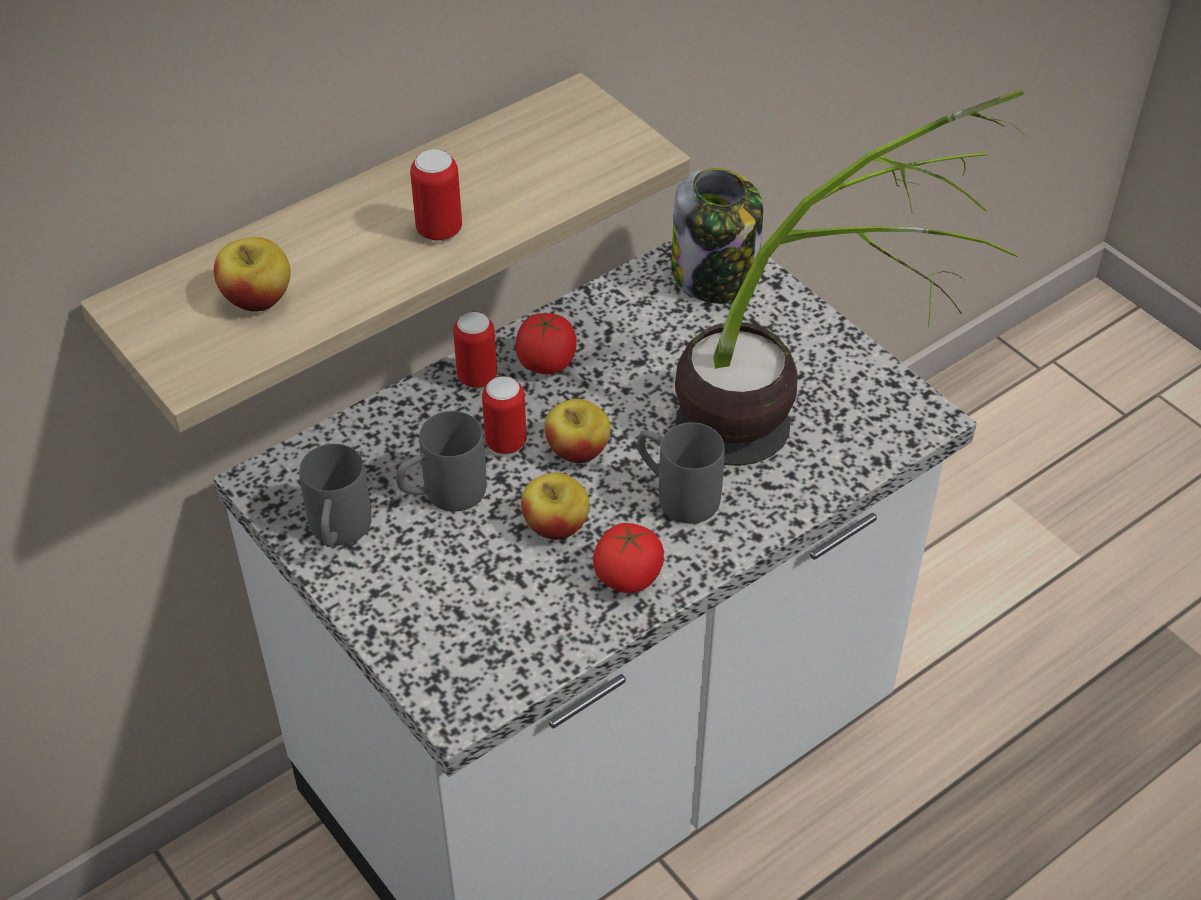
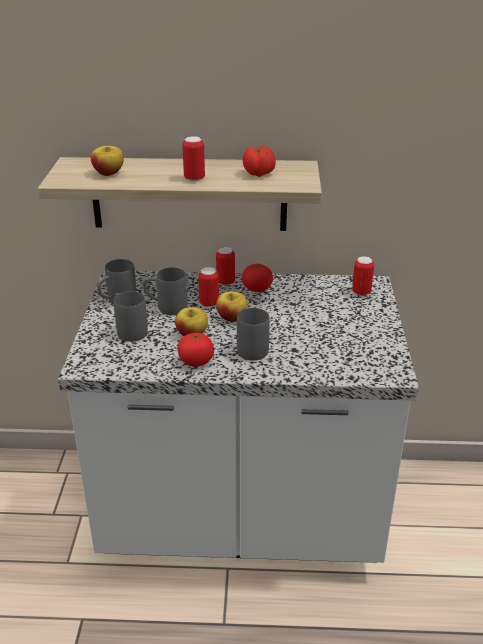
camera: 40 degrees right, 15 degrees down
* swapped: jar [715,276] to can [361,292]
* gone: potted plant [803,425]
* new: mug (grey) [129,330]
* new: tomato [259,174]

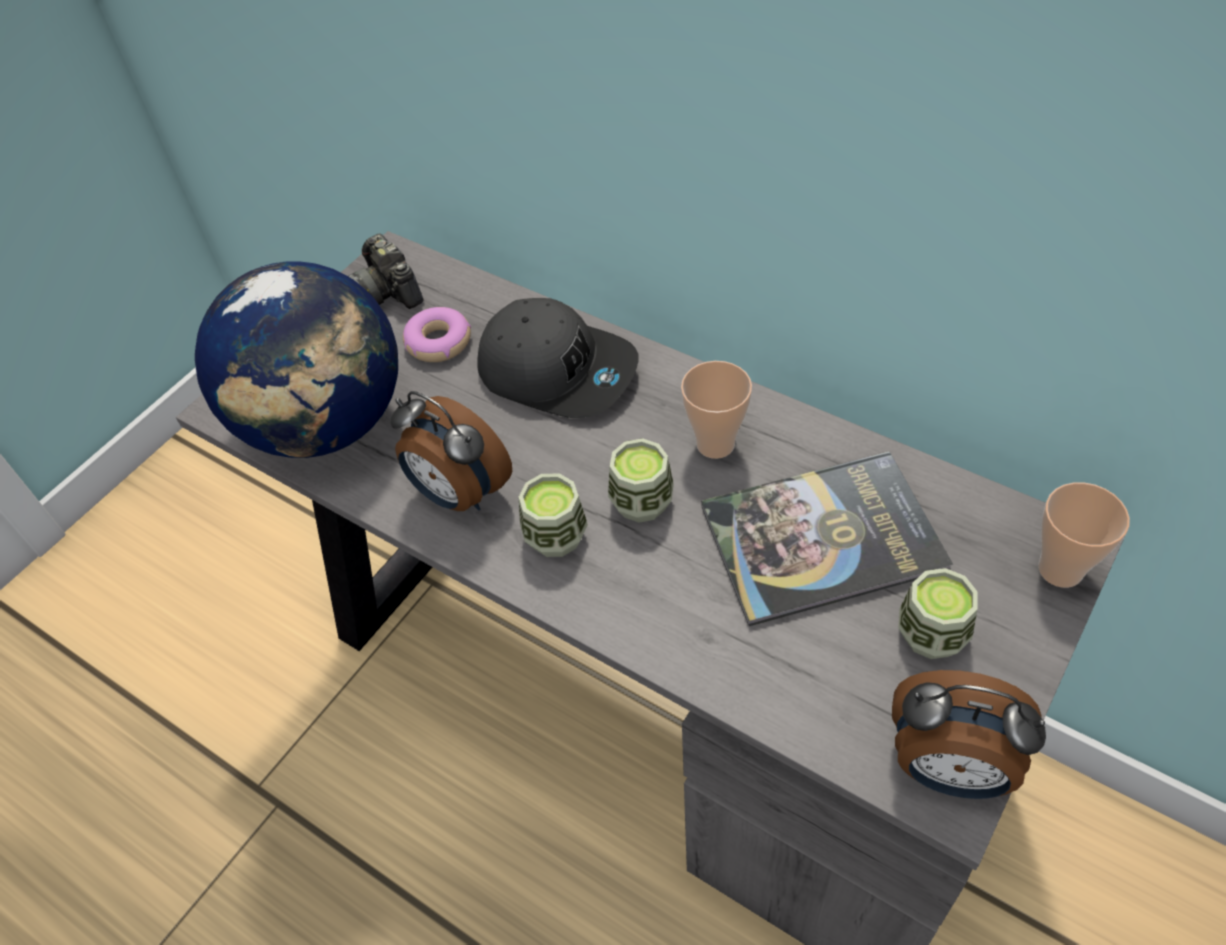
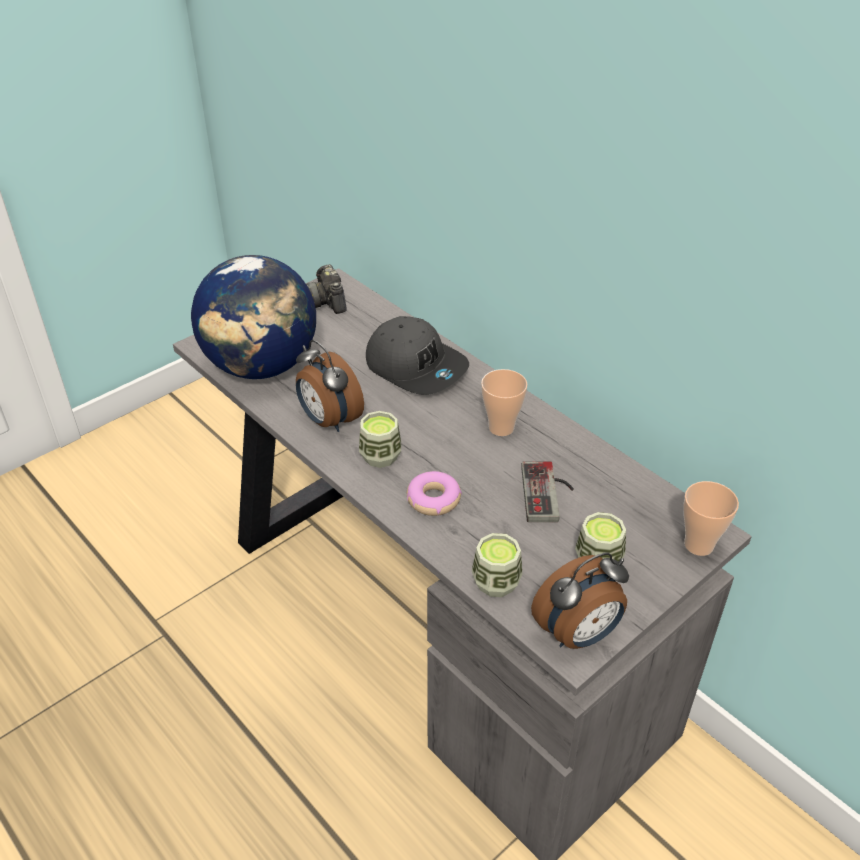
camera: 10 degrees right, 10 degrees down
* shifted: donut [438,342] to [433,499]
* shifted: cup [641,502] to [496,582]
* swapped: book [822,538] to game controller [549,493]
* rotated: alarm clock [949,769] = [578,634] 60 degrees counterclockwise

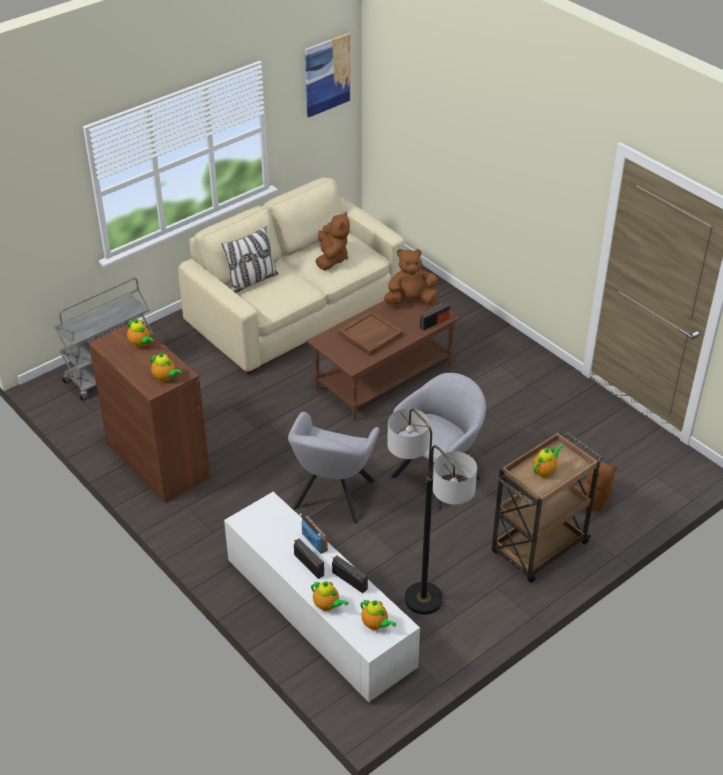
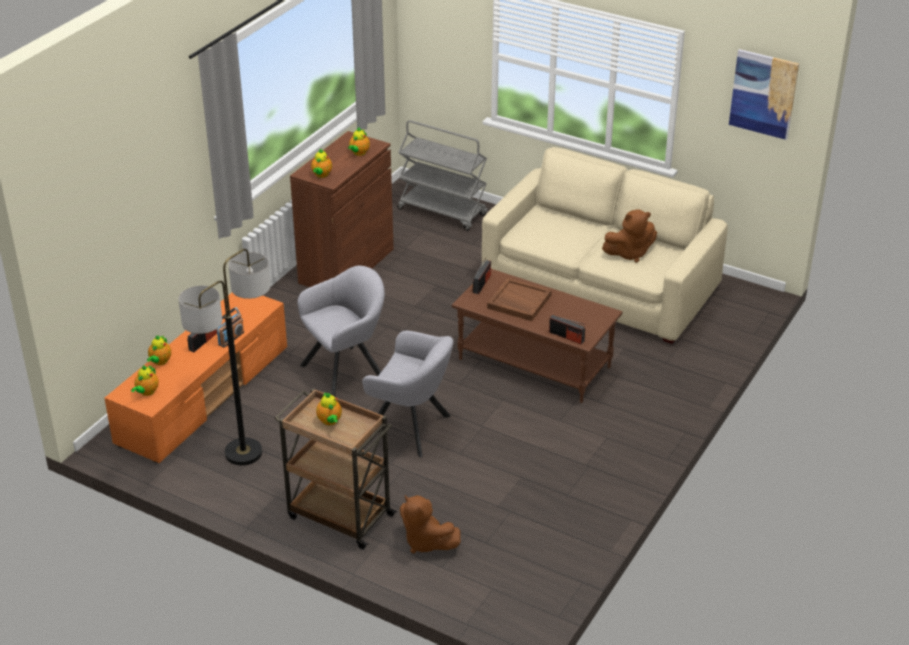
camera: 70 degrees right, 5 degrees down
* gone: pillow [252,281]
* repainted: tv stand (white) [318,614] to tv stand (orange) [204,395]
* rotated: armchair (grey) [332,498] = [347,370] 150 degrees clockwise
* shifted: radio [349,580] to [481,284]
* gone: plush toy (brown) [410,300]
* rotated: teapot [545,471] = [330,421] 45 degrees clockwise

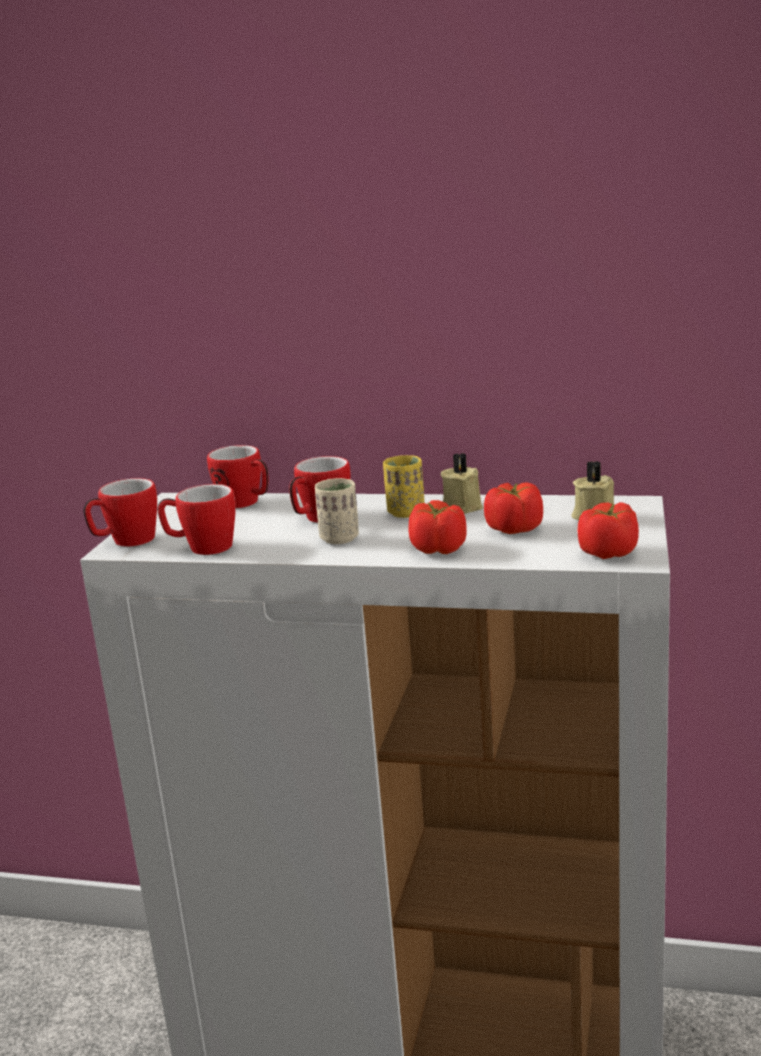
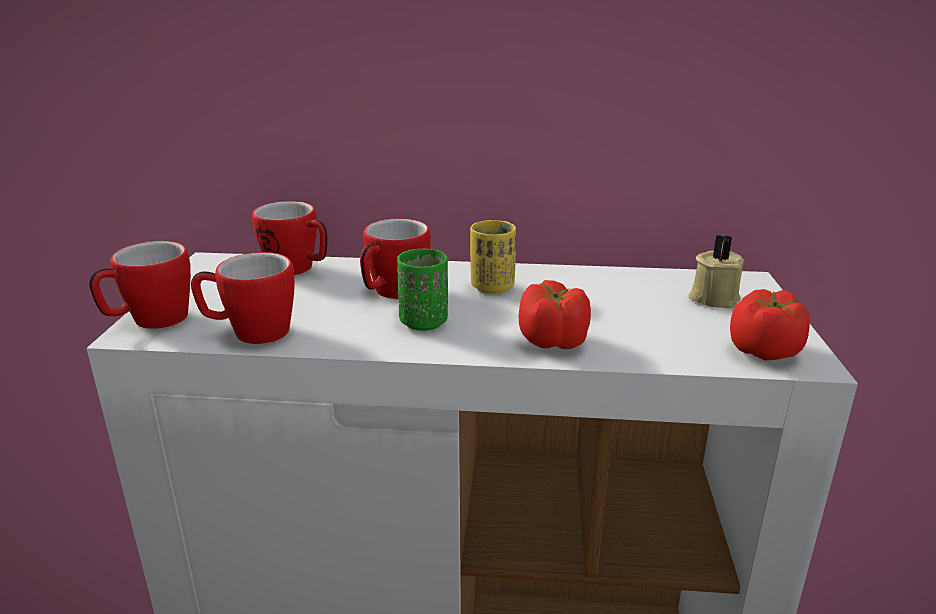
camera: 10 degrees left, 5 degrees up
* repainted: cup (beige) [339,538] to cup (green) [424,322]
* gone: candle (beige) [463,506]
* gone: tomato [514,529]

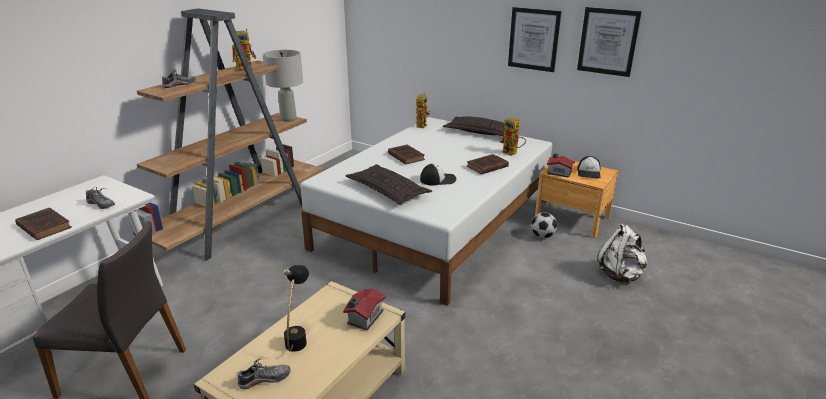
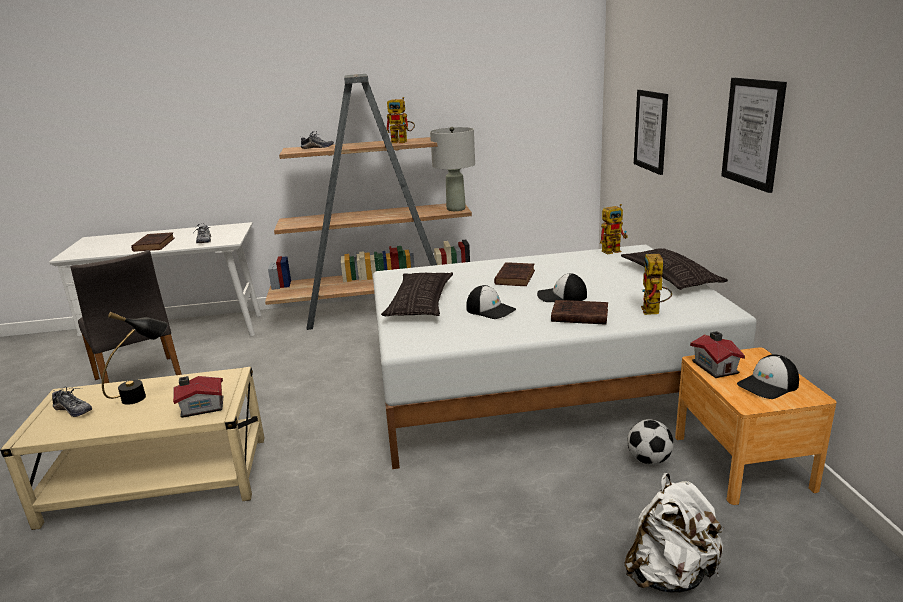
camera: 50 degrees right, 5 degrees down
* shifted: picture [608,41] to [651,131]
* new: cap [561,296]

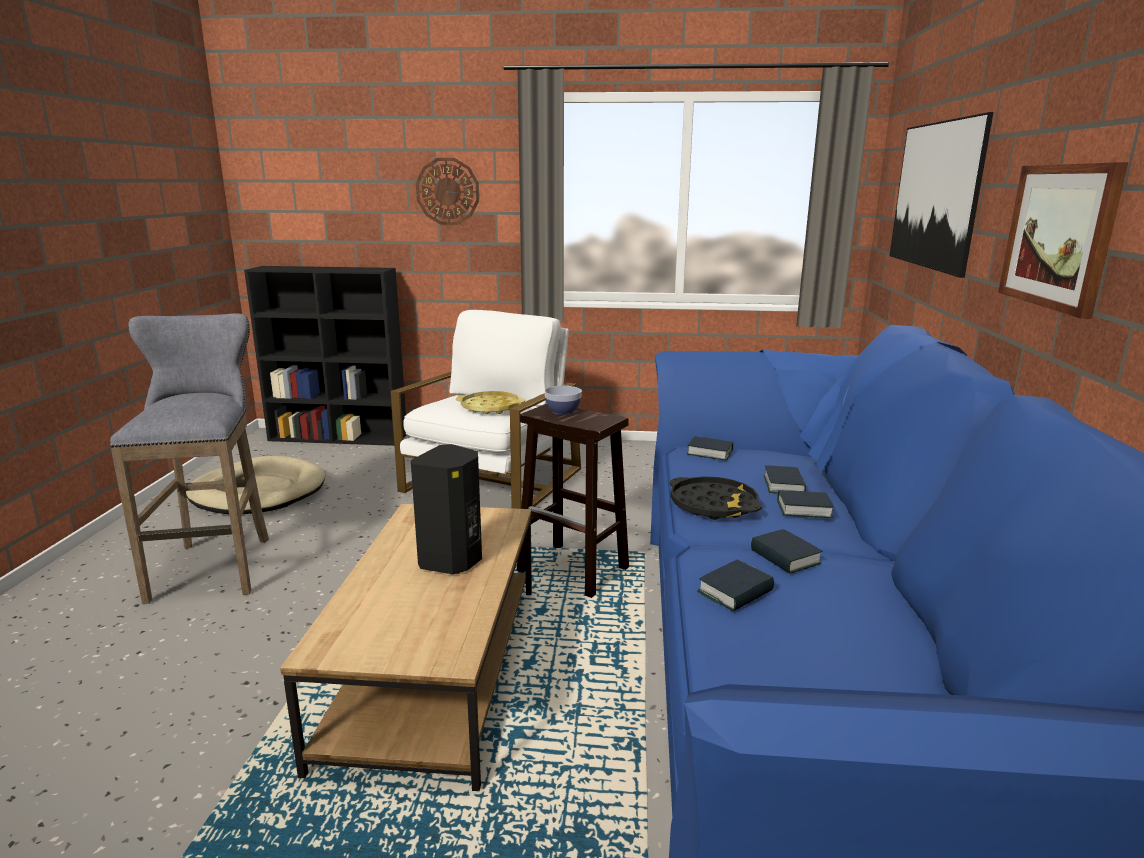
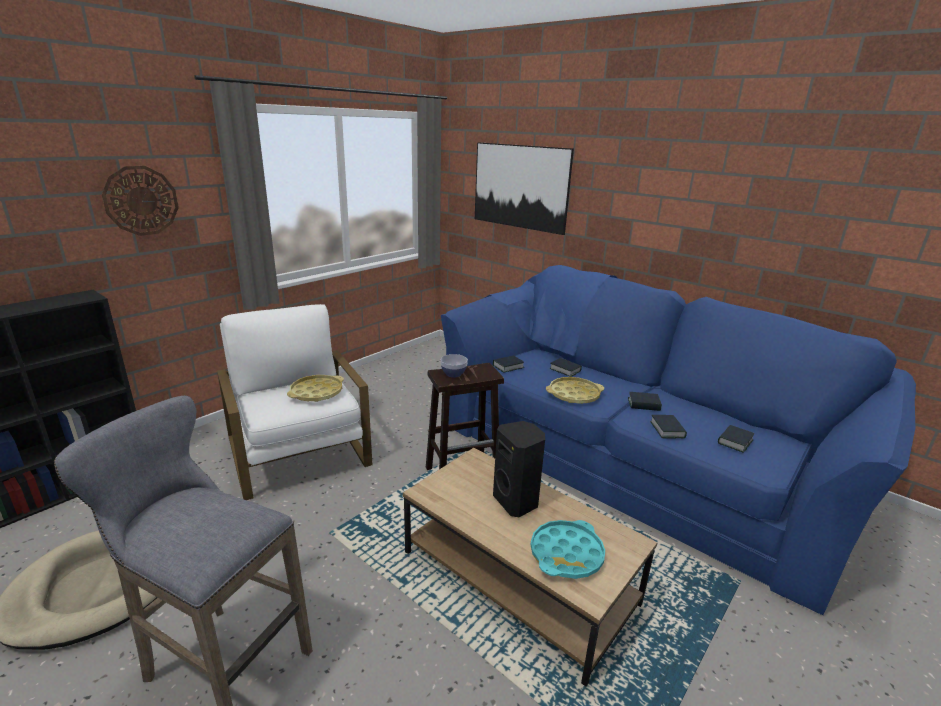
camera: 55 degrees left, 5 degrees up
* repainted: tray (black) [713,505] to tray (yellow) [574,394]
* shifted: book [804,509] to [734,441]
* gone: picture [1059,236]
* new: tray (turquoise) [566,554]

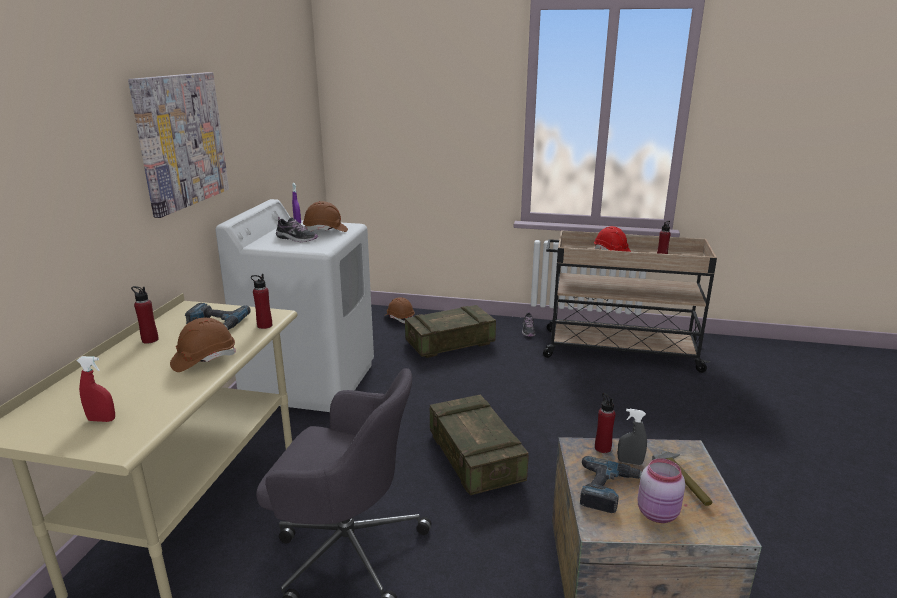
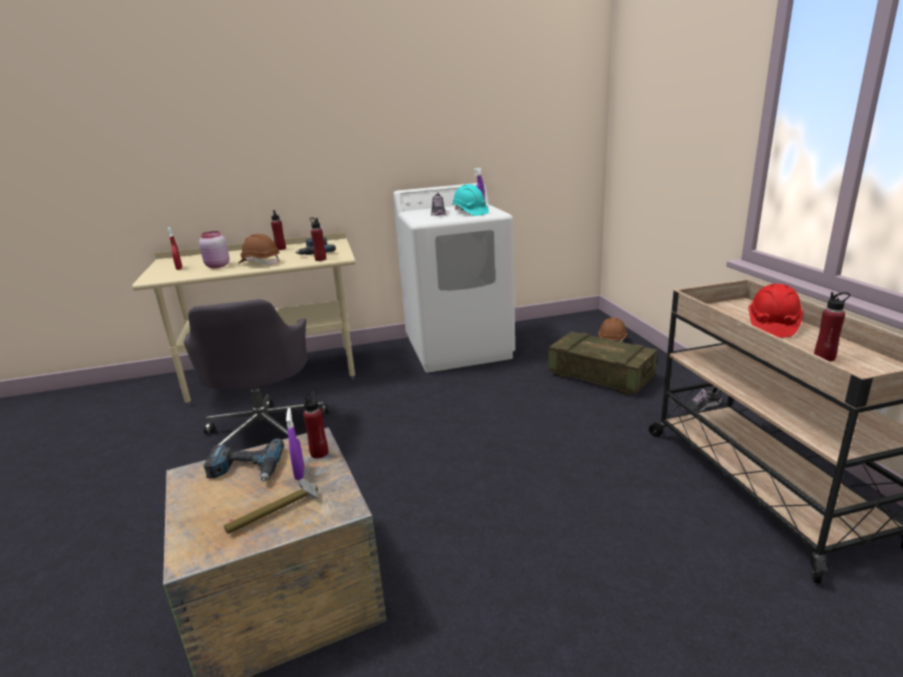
camera: 65 degrees right, 0 degrees up
* gone: picture [181,141]
* repainted: hard hat (brown) [325,231] to hard hat (turquoise) [470,212]
* gone: crate [475,458]
* repainted: spray bottle (grey) [630,462] to spray bottle (purple) [299,473]
* shifted: jar (pink) [658,514] to [217,266]

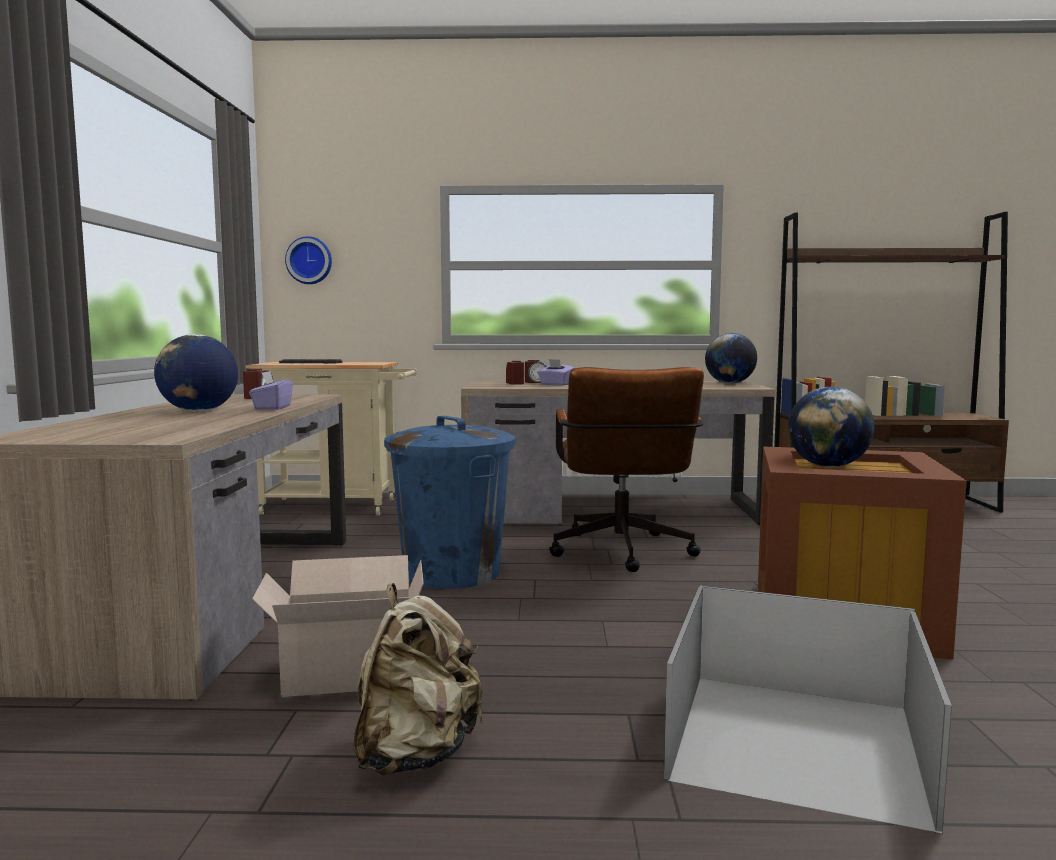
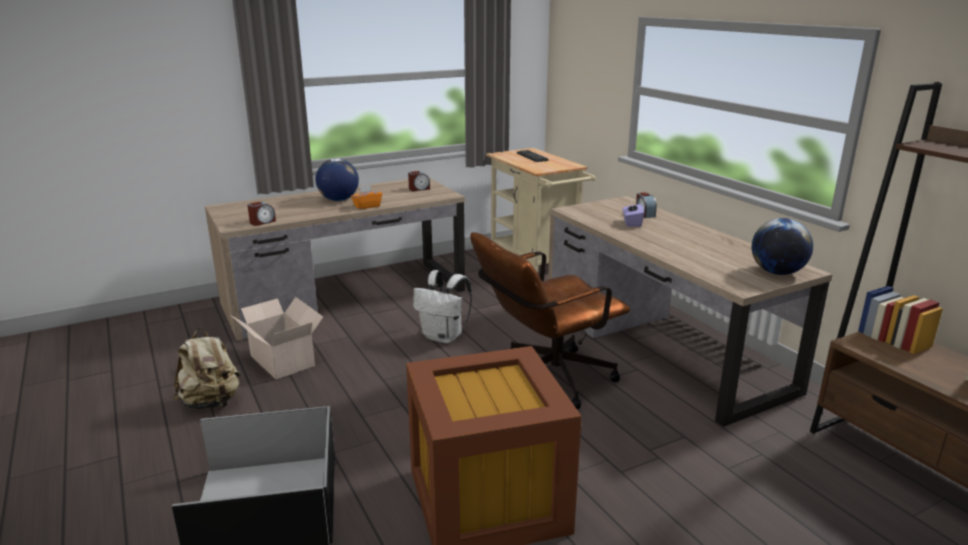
camera: 60 degrees right, 15 degrees up
* repainted: tissue box (purple) [272,408] to tissue box (orange) [367,206]
* gone: wall clock [309,260]
* swapped: trash can (blue) [452,572] to backpack (white) [444,337]
* shifted: alarm clock [515,383] to [262,222]
* gone: globe [828,466]

